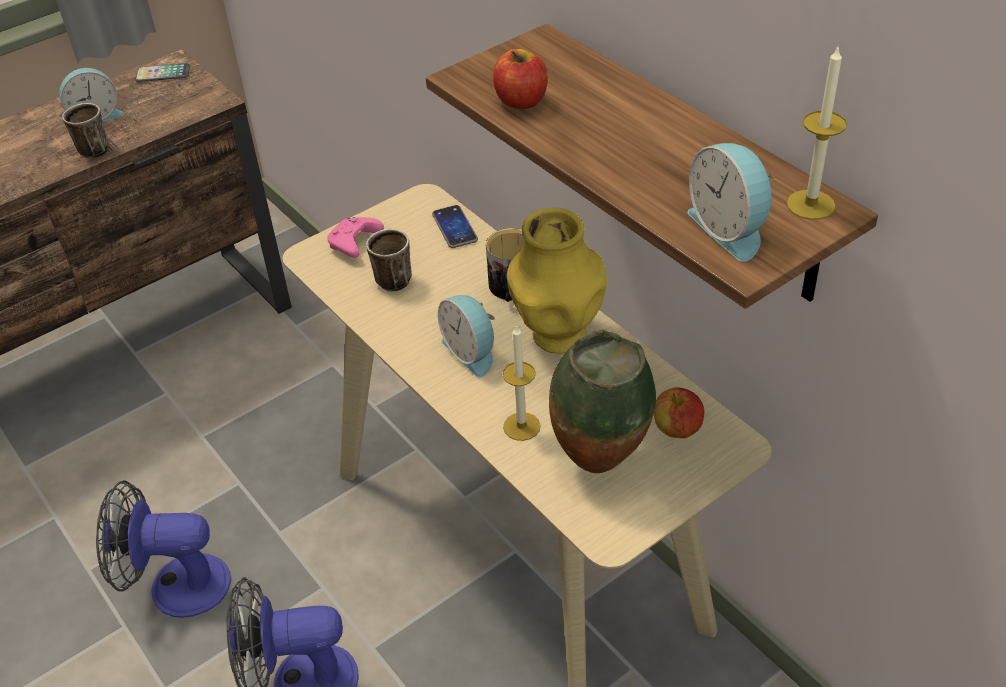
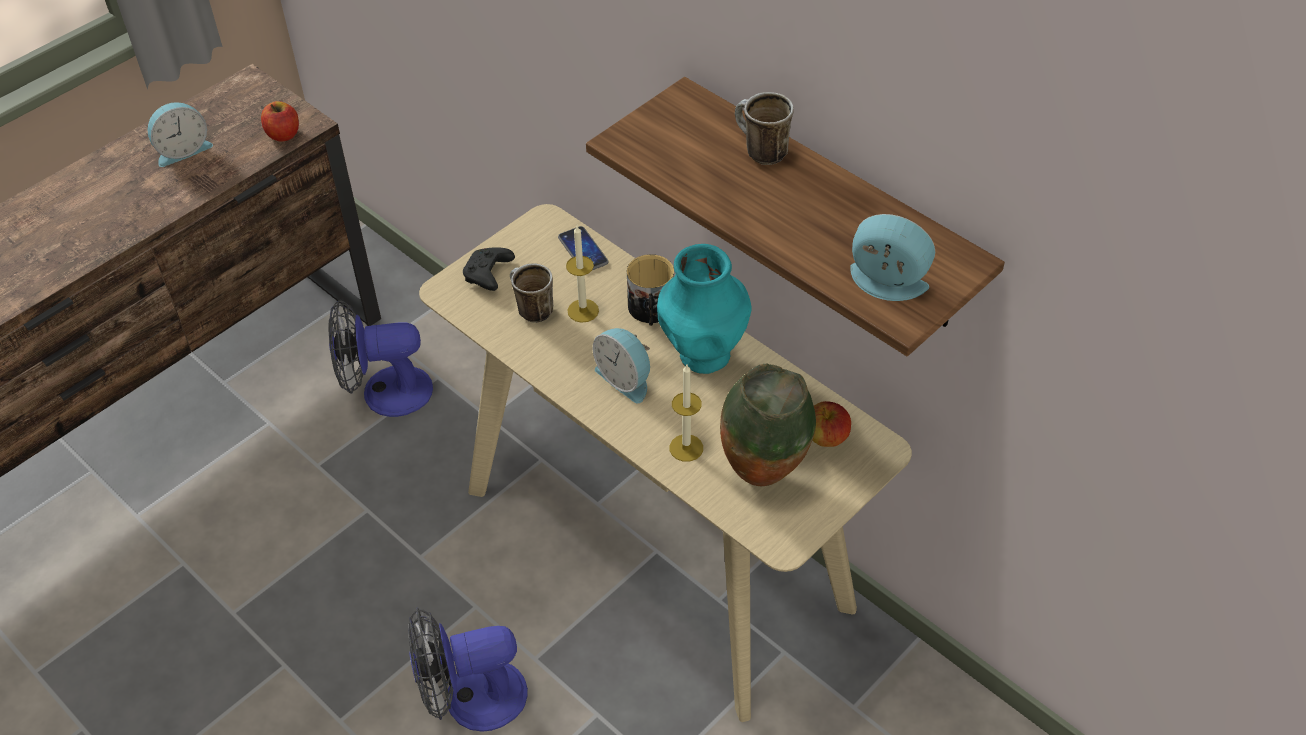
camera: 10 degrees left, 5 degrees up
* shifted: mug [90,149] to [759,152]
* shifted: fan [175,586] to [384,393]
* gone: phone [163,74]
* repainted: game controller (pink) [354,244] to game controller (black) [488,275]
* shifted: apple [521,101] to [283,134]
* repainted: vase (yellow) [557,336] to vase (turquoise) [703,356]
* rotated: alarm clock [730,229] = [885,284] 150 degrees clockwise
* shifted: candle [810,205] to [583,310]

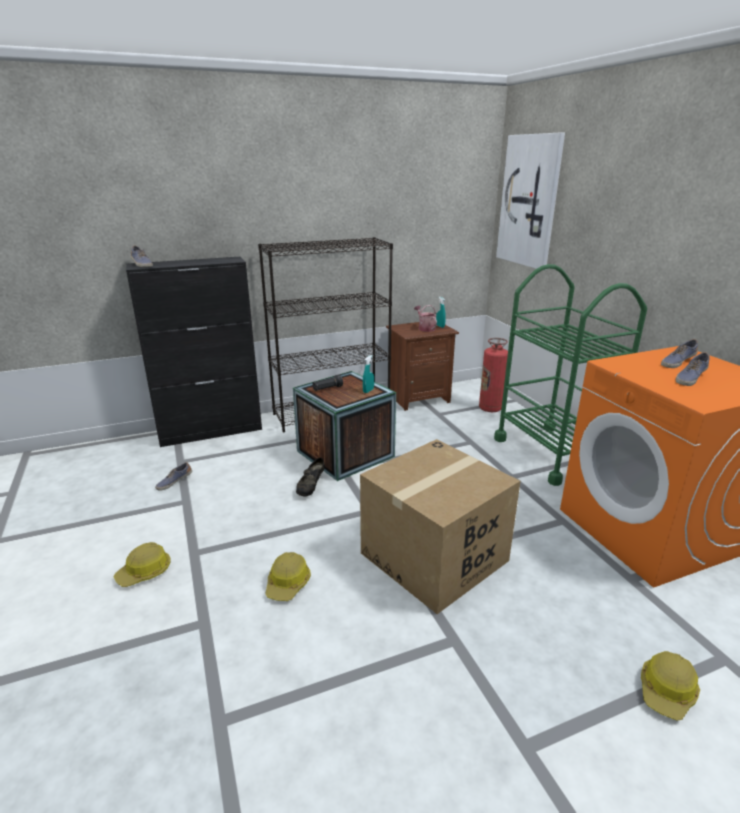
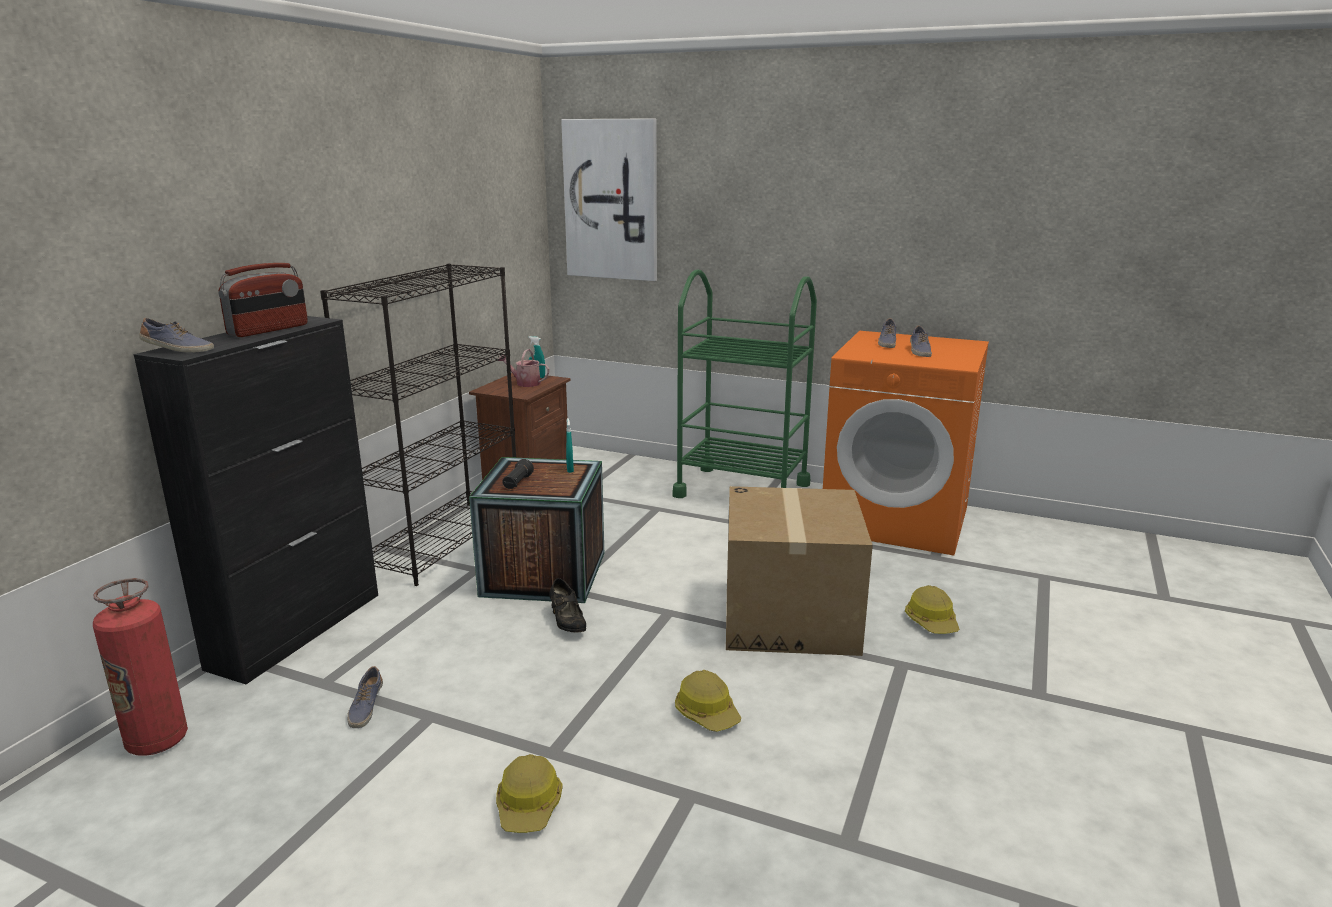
camera: 45 degrees left, 5 degrees down
* shifted: fire extinguisher [490,408] to [157,741]
* shifted: hard hat [667,692] to [932,621]
* new: radio [269,330]

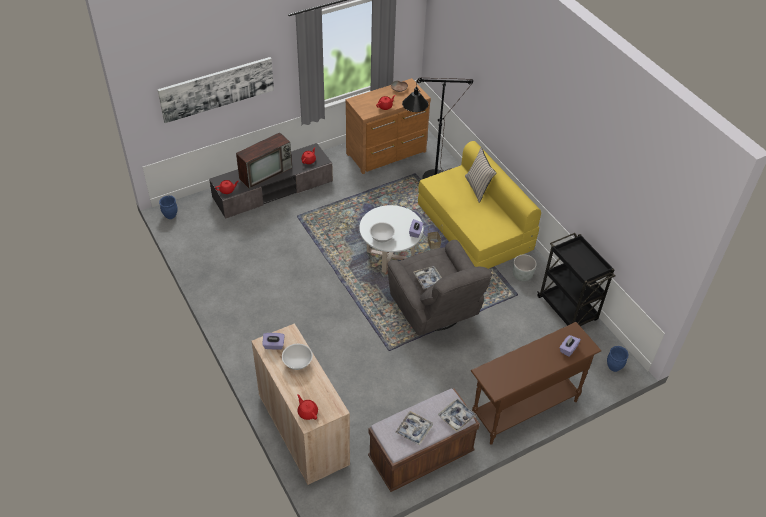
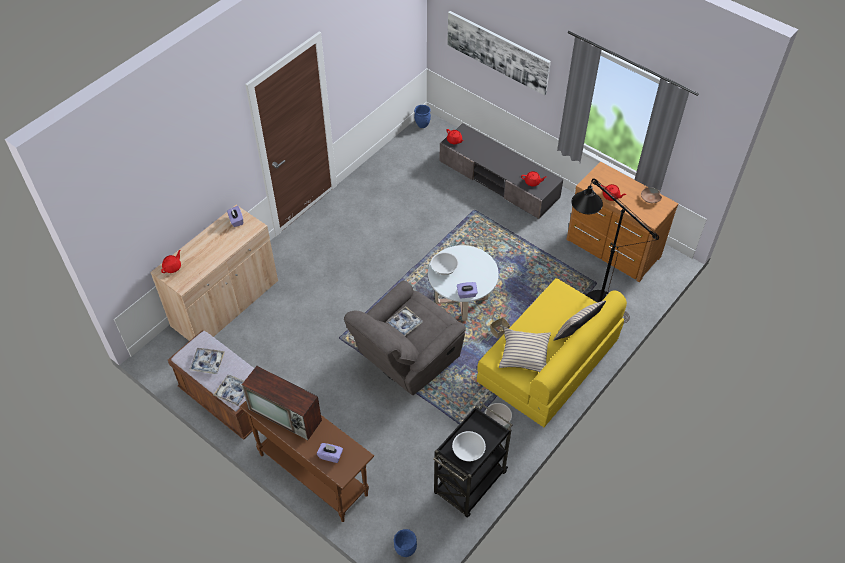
camera: 70 degrees right, 5 degrees up
* shifted: television [266,172] to [286,415]
* shifted: bowl (white) [297,362] to [468,451]
* new: pillow (beige) [524,354]

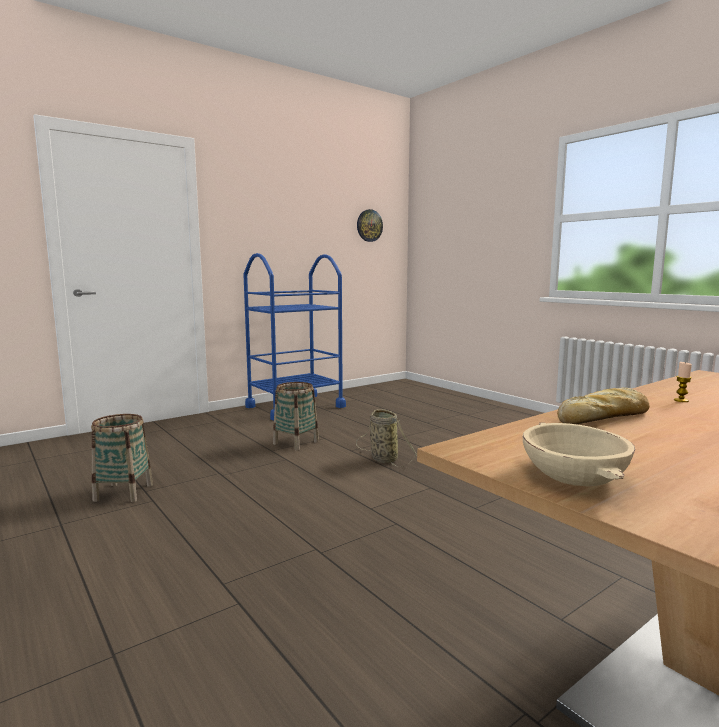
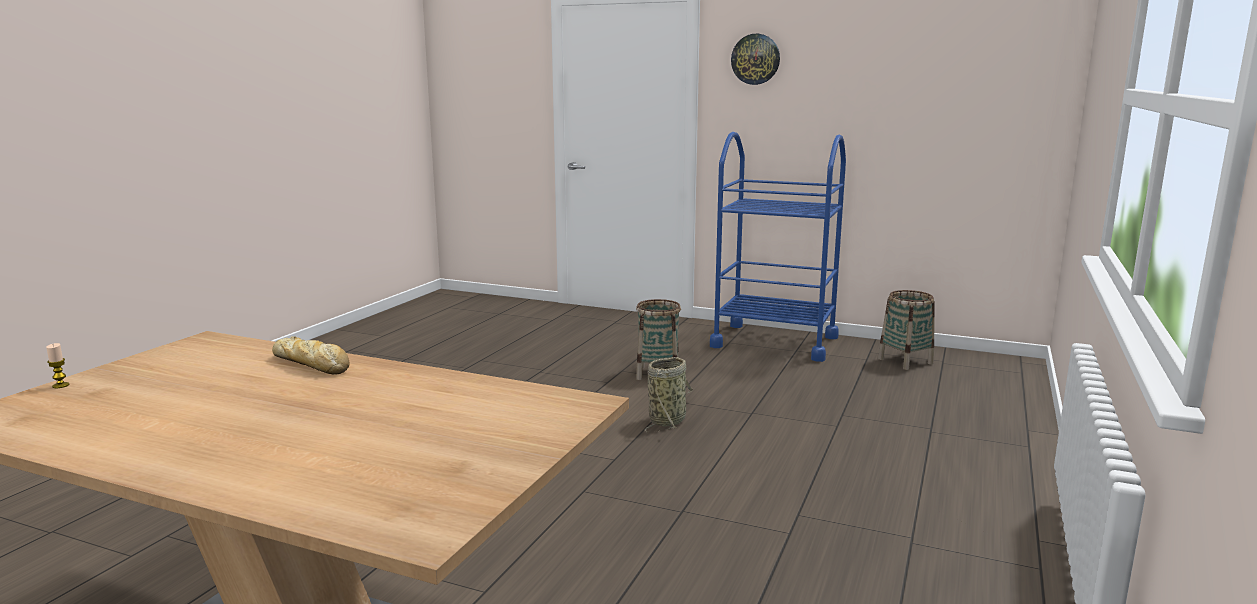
camera: 60 degrees right, 5 degrees up
* shifted: basket [124,492] to [905,361]
* shifted: wall clock [369,225] to [755,59]
* gone: bowl (beige) [575,475]
* shifted: candle [681,400] to [61,385]

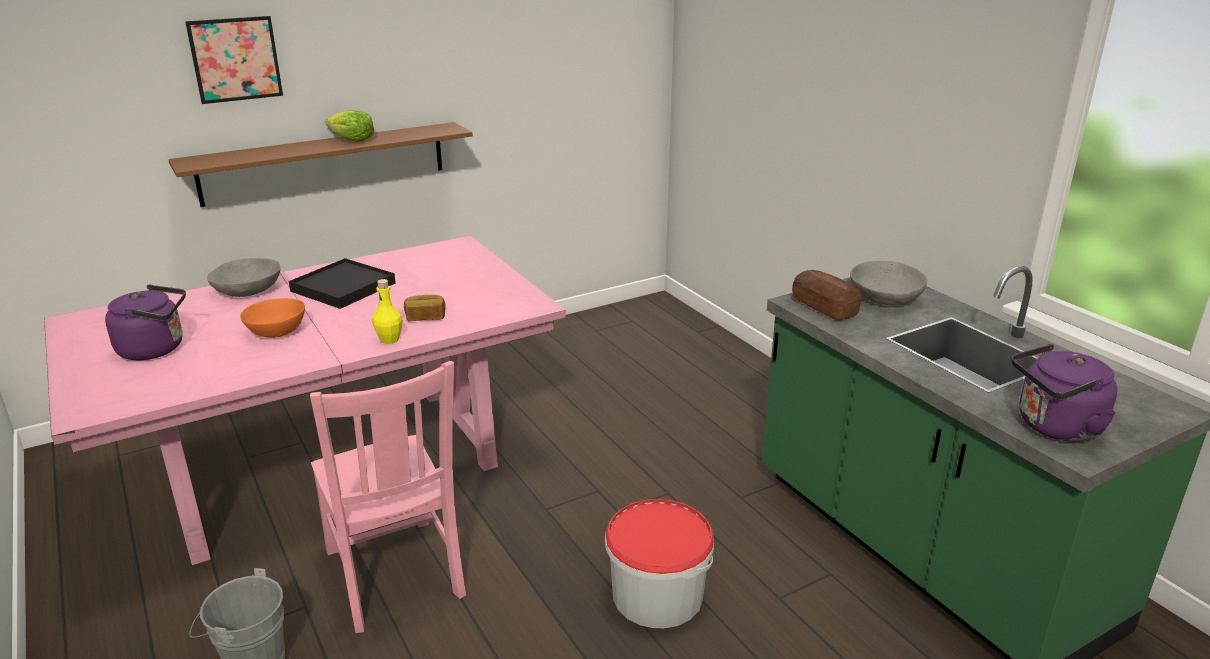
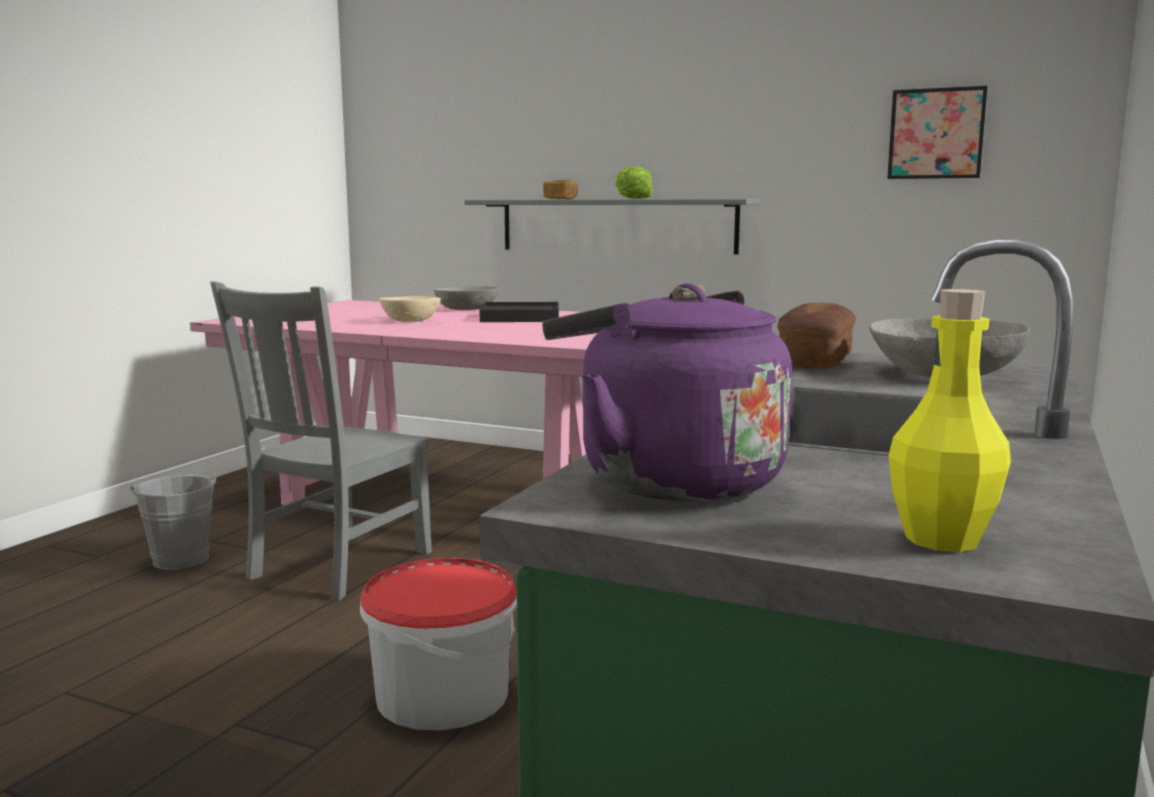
camera: 55 degrees right, 15 degrees down
* gone: kettle (purple) [156,349]
* repainted: shelf (brown) [325,163] to shelf (grey) [616,225]
* shifted: picture [235,59] to [936,133]
* repainted: bowl (orange) [276,331] to bowl (beige) [410,321]
* repainted: chair (pink) [395,576] to chair (grey) [336,566]
* shifted: bottle (yellow) [389,340] to [942,539]
* shifted: bread [425,317] to [561,199]

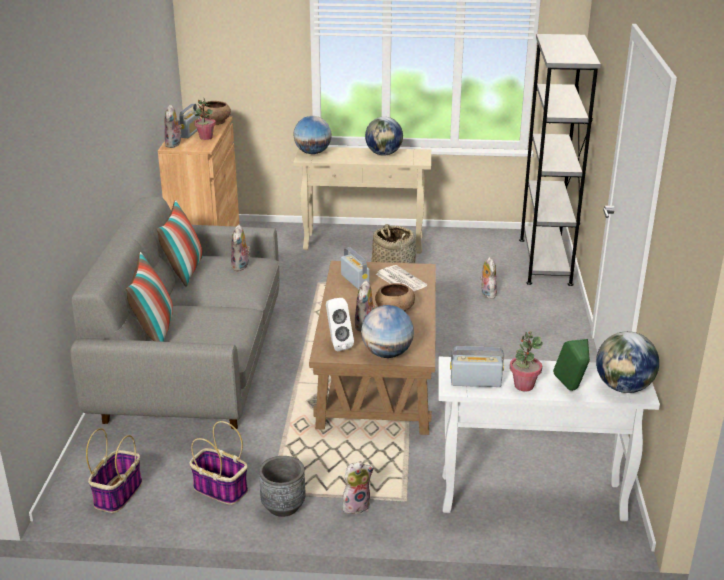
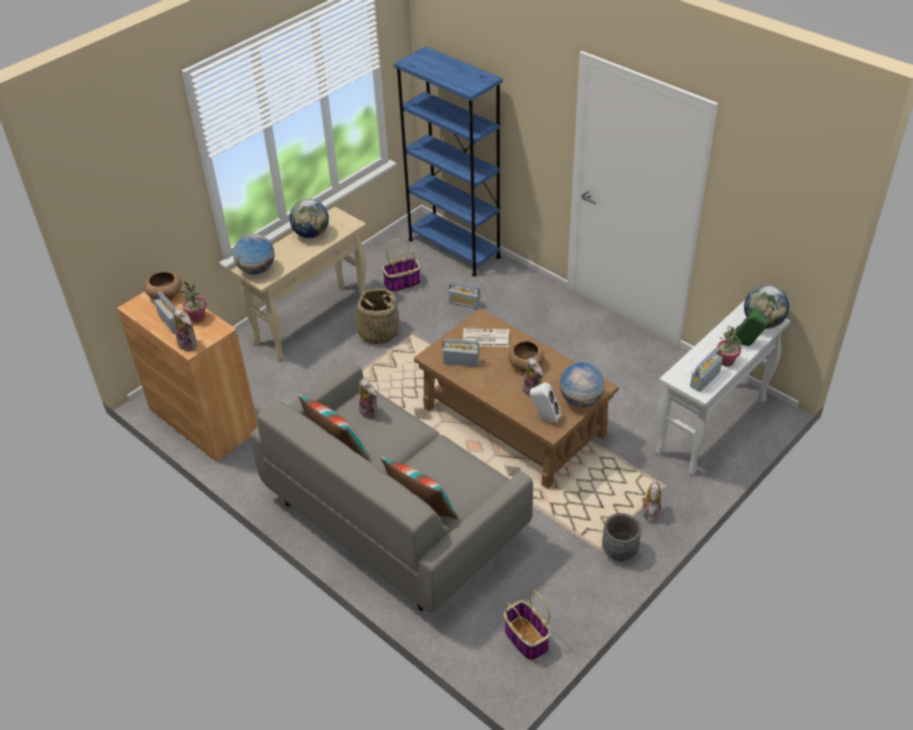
camera: 50 degrees left, 15 degrees up
* shifted: basket [219,489] to [402,283]
* swapped: plush toy [487,293] to radio [464,303]
* repainted: bookcase (grey) [545,261] to bookcase (blue) [454,248]

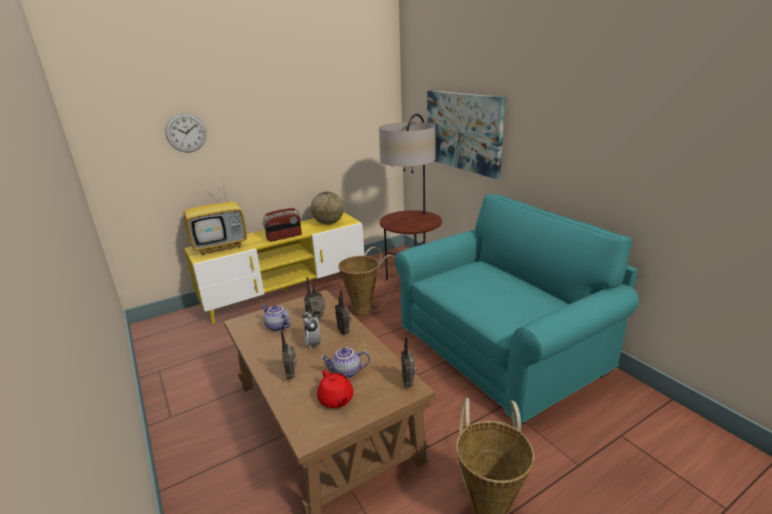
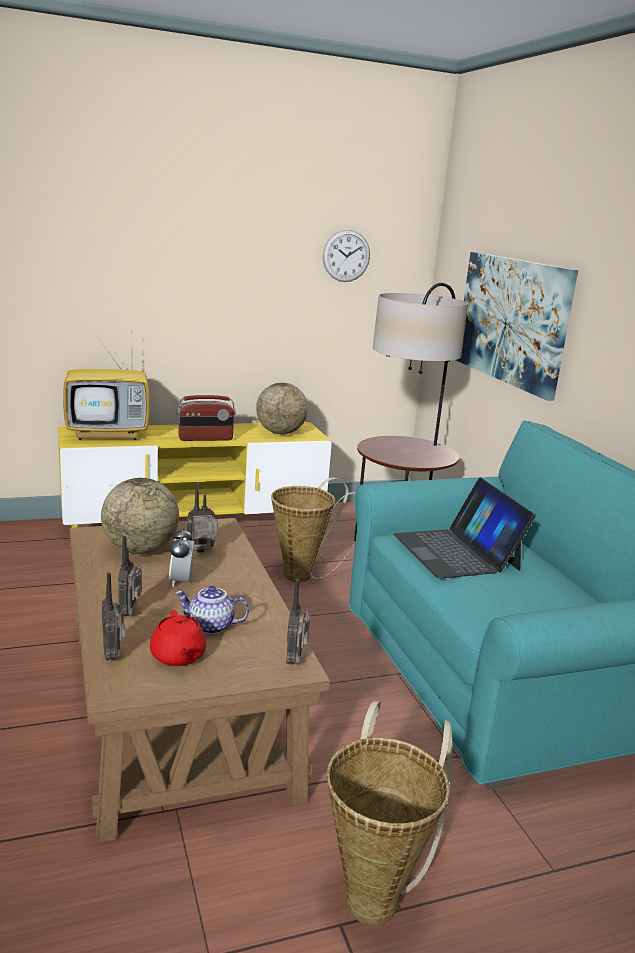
camera: 10 degrees right, 5 degrees down
* shifted: wall clock [186,133] to [346,256]
* swapped: teapot [277,327] to globe [140,550]
* shifted: radio [344,331] to [113,655]
* new: laptop [457,552]

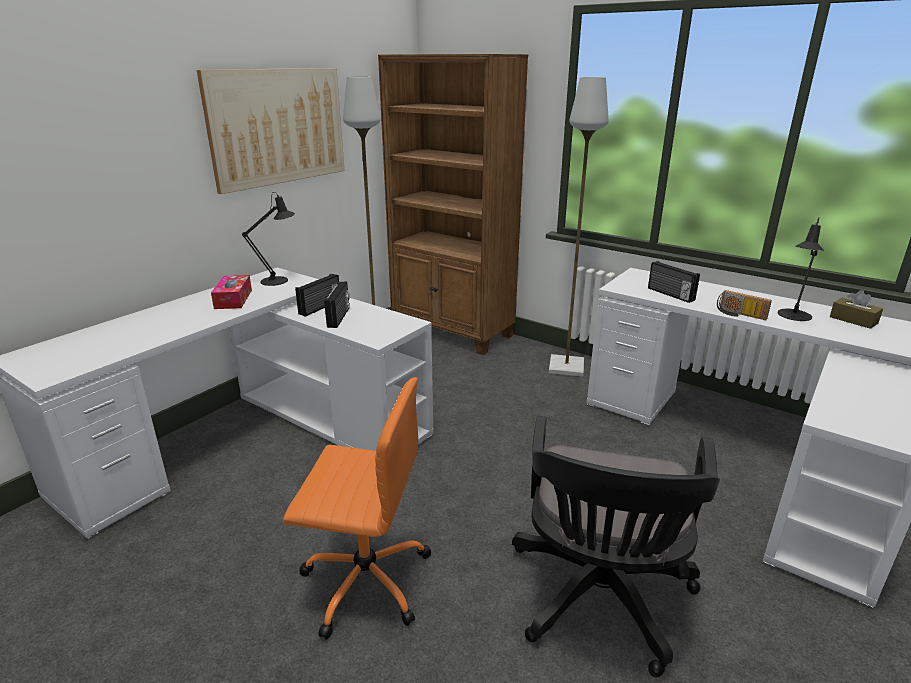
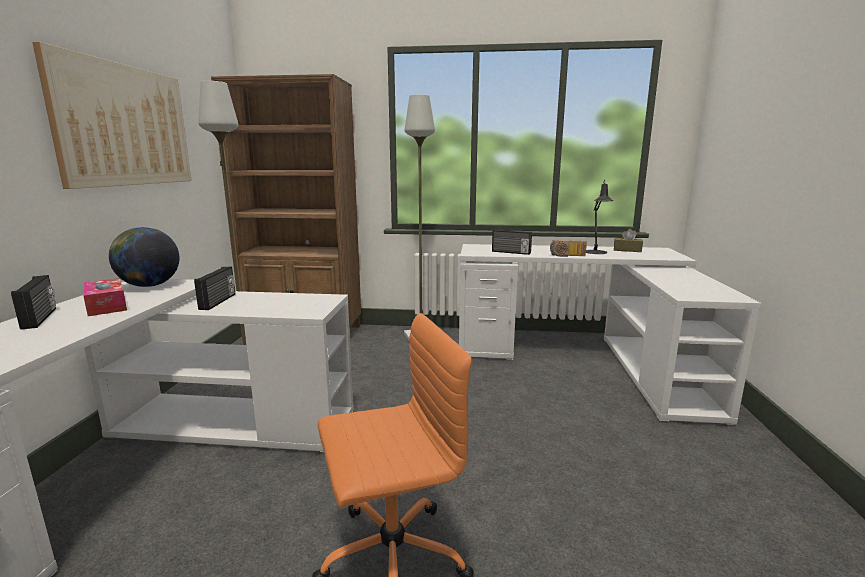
camera: 30 degrees left, 10 degrees down
* swapped: table lamp (black) [278,280] to globe [149,285]
* shifted: radio [339,317] to [41,318]
* gone: office chair (black) [599,600]

